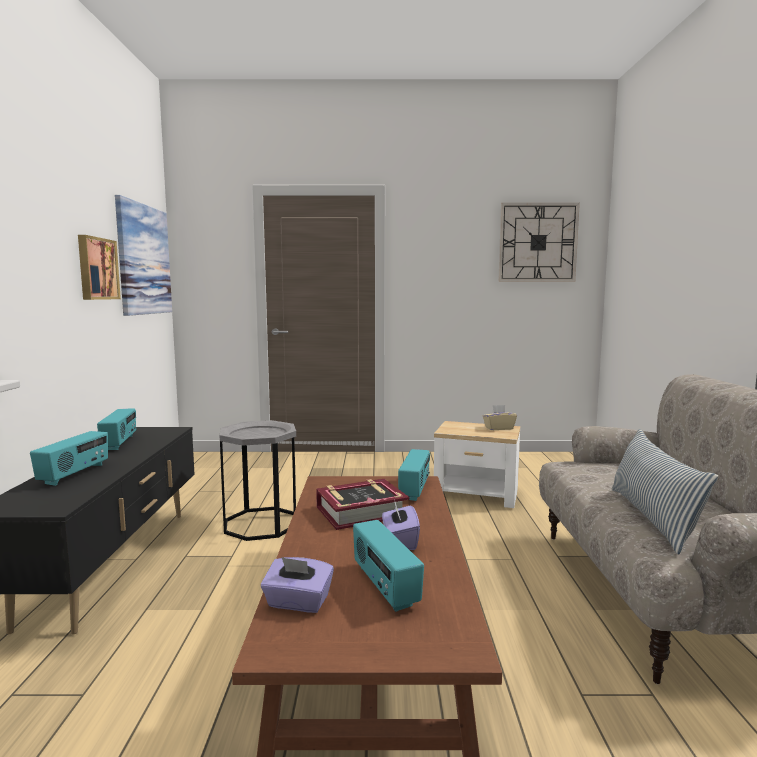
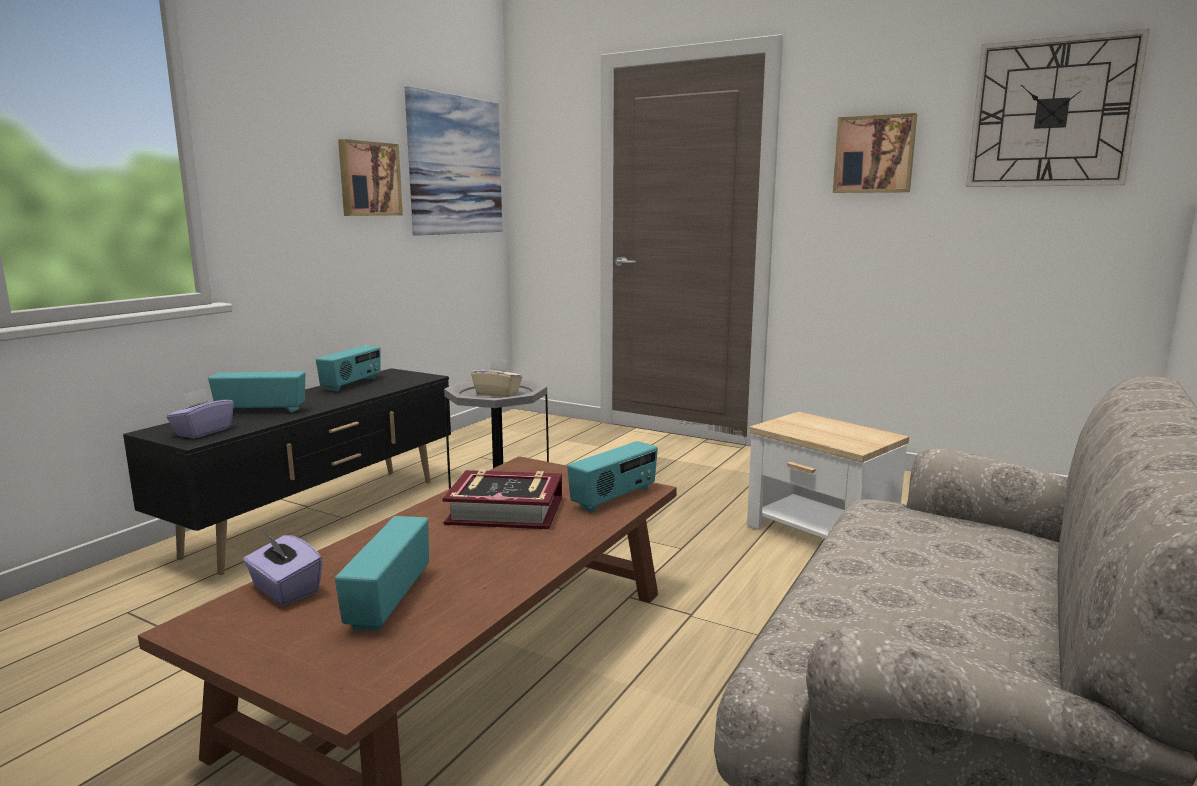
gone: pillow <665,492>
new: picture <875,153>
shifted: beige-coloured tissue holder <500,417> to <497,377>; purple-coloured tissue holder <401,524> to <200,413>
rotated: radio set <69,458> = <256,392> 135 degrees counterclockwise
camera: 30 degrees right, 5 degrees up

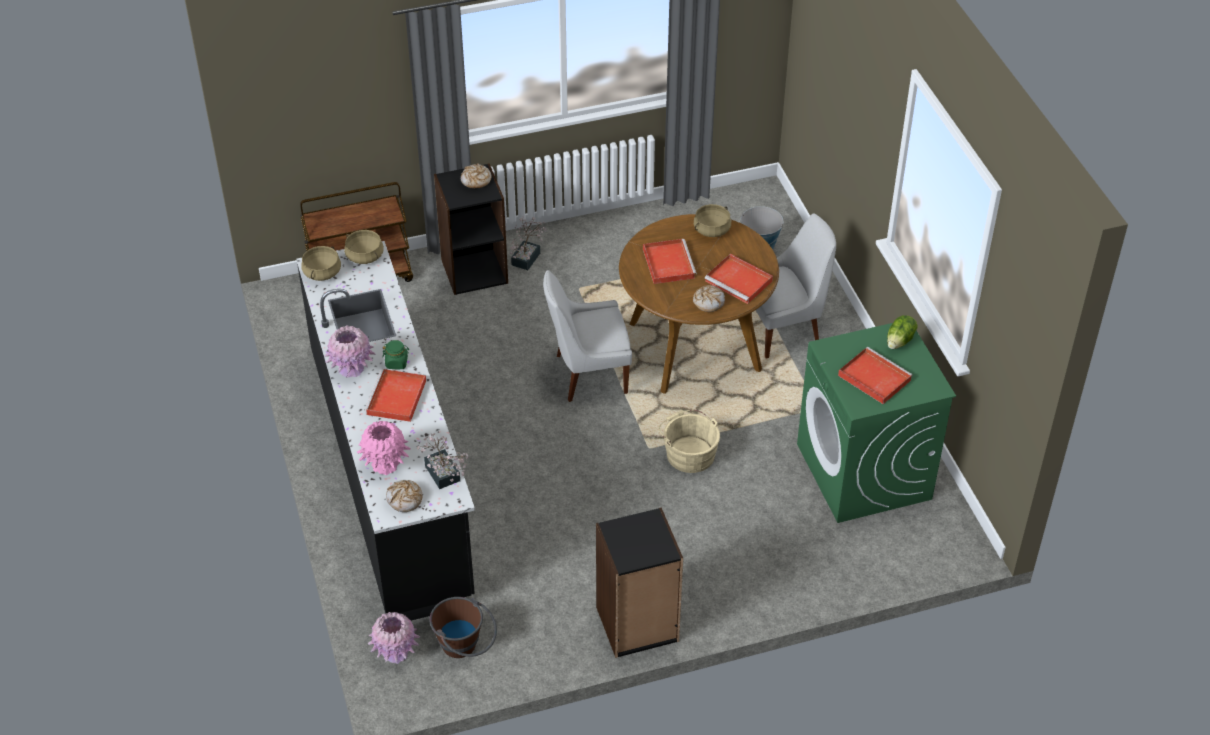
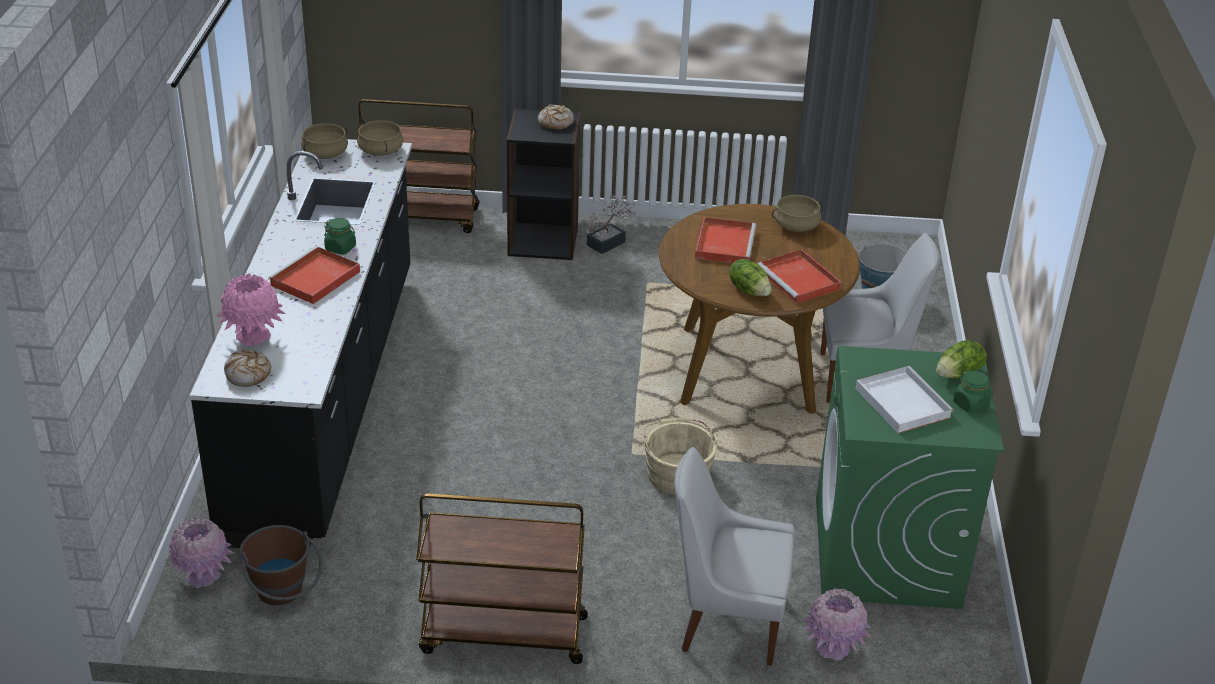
gone: plant in a pot <443,461>
new: green-coloured preserve jar <972,391>
shifted: white upright chair <587,336> to <734,556>; pinkish decorative vase <349,351> to <836,625>
swapped: baked bread <709,298> to lettuce <750,277>; black bookcase <639,582> to brown wheeled cart <502,578>
repainted: red carrying tray <875,375> to white carrying tray <904,399>
camera: 20 degrees right, 10 degrees down

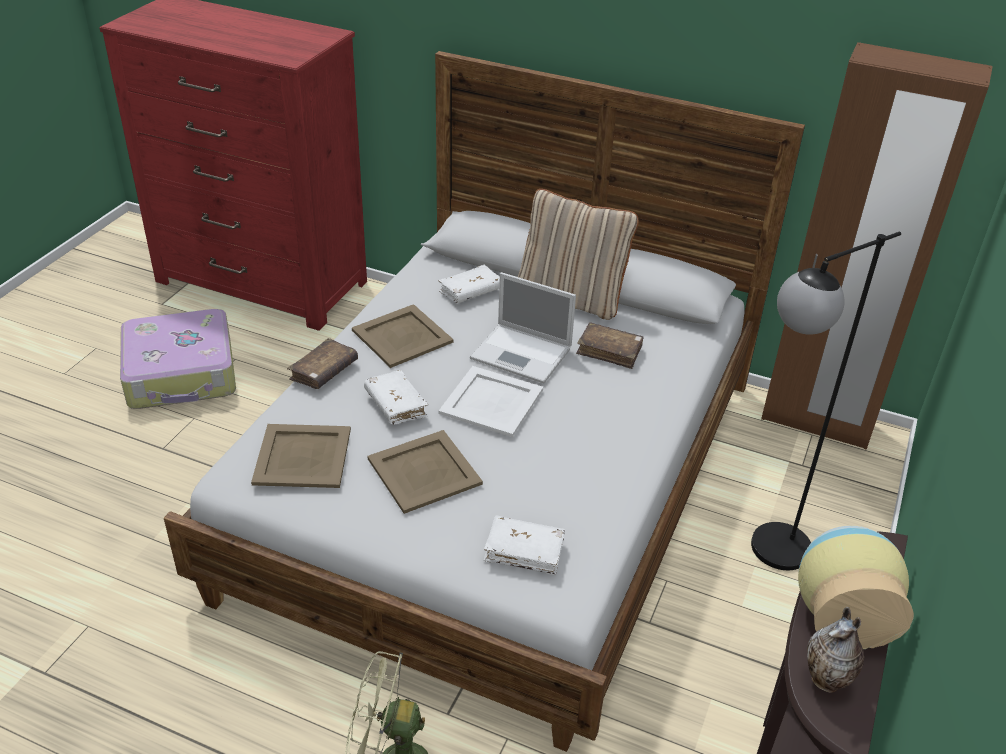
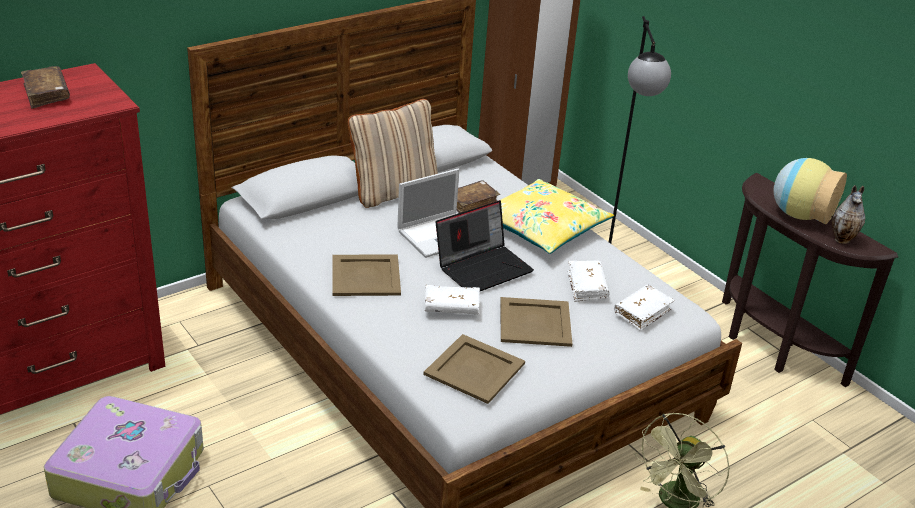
new: yellow pillow <557,216>
shifted: white bound book <469,284> to <588,281>; brown bound book <322,363> to <45,87>
swapped: white carrying tray <491,401> to laptop <485,245>
camera: 60 degrees left, 5 degrees down

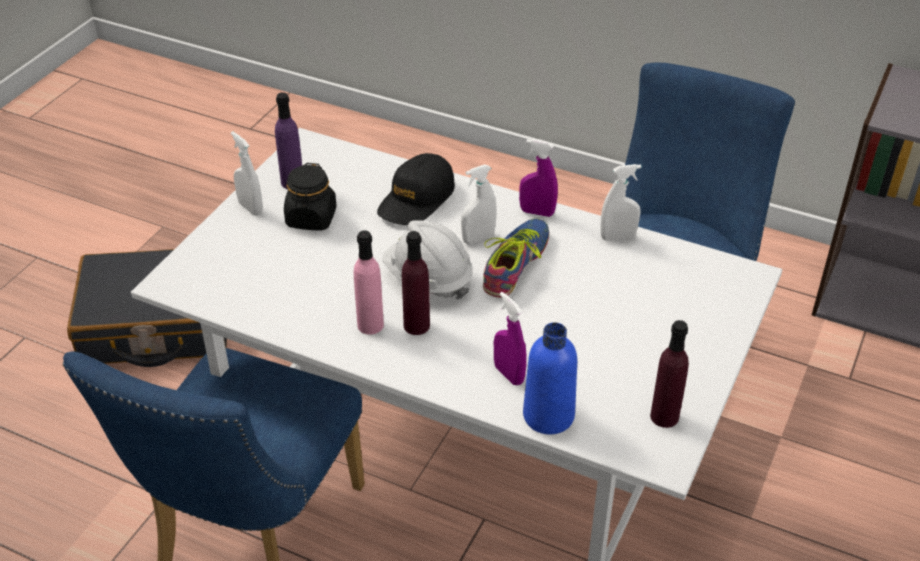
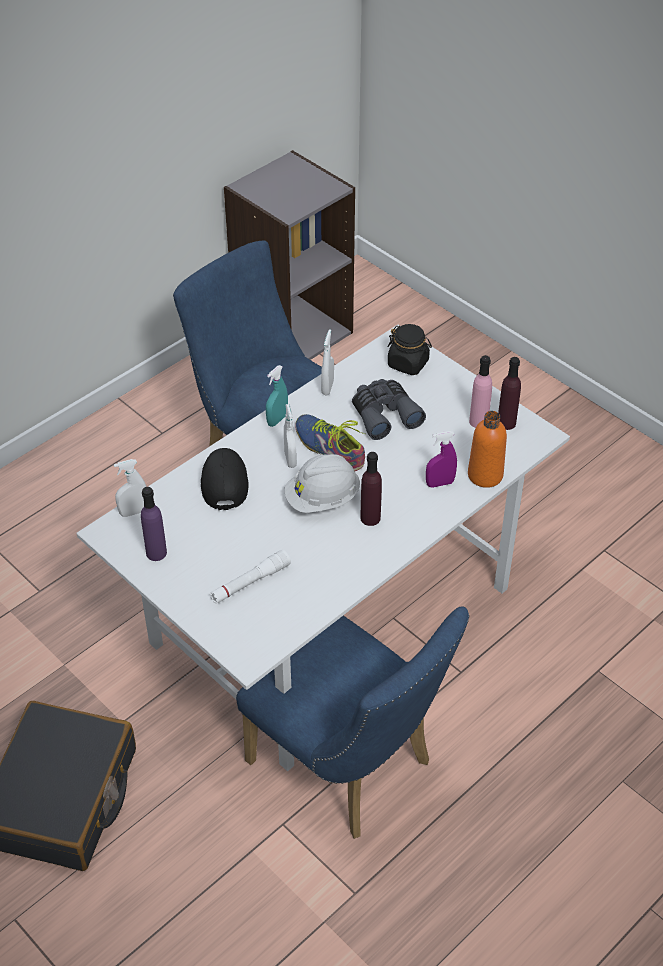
new: gray field glasses <389,409>; white hand torch <250,577>
shifted: white spray bottle <247,173> to <130,488>; black preserve jar <310,196> to <409,349>; pinkish drink bottle <369,283> to <480,391>
repainted: purple-coloured spray bottle <538,178> to turquoise-coloured spray bottle <277,396>; blue-coloured drink bottle <550,378> to orange-coloured drink bottle <487,449>
rotated: black baseball cap <416,189> = <225,479> 150 degrees counterclockwise
camera: 70 degrees left, 5 degrees up

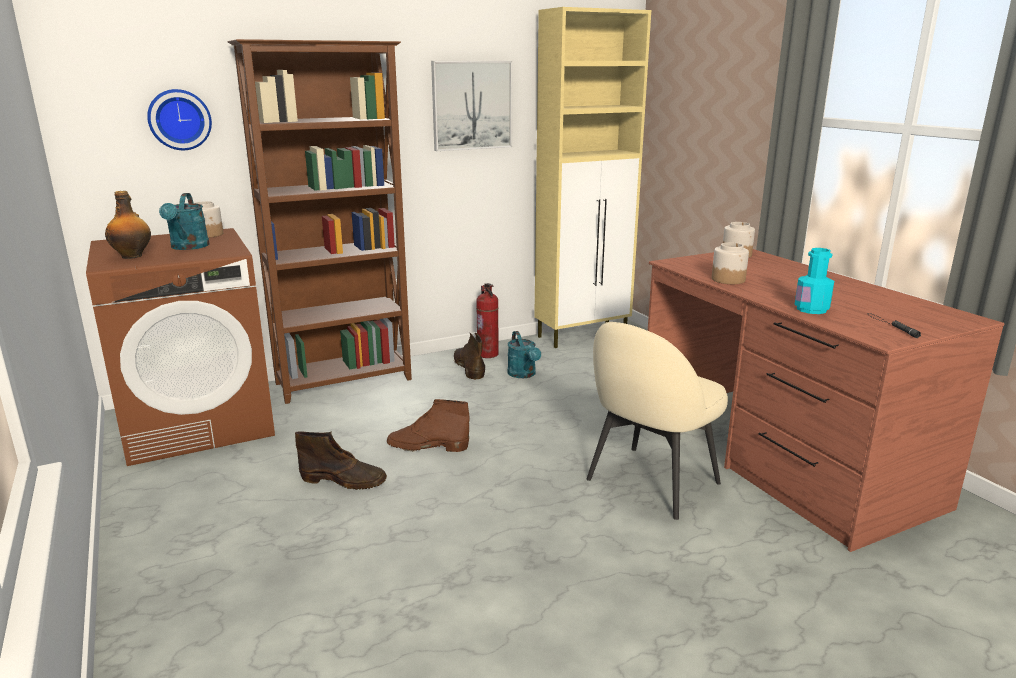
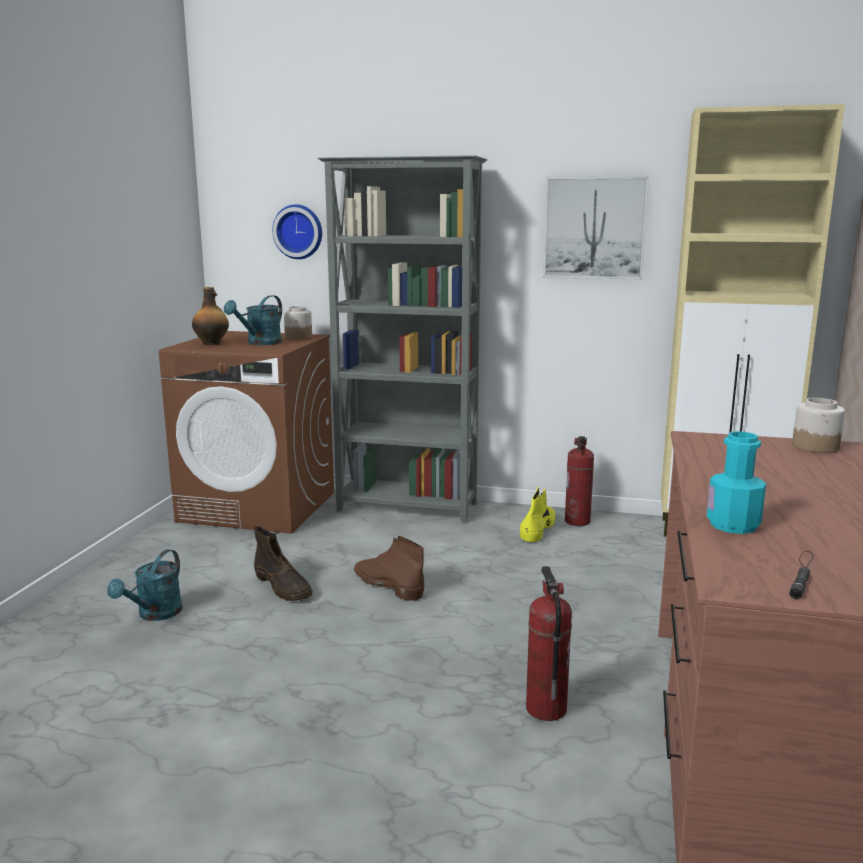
gone: preserve jar <730,263>
shifted: turquoise-coloured watering pot <524,354> to <145,585>
swapped: beige-coloured upright chair <657,421> to fire extinguisher <549,643>
repainted: brown bookcase <320,221> to gray bookcase <402,339>; brown boot <469,356> to yellow boot <537,514>
camera: 40 degrees right, 5 degrees down

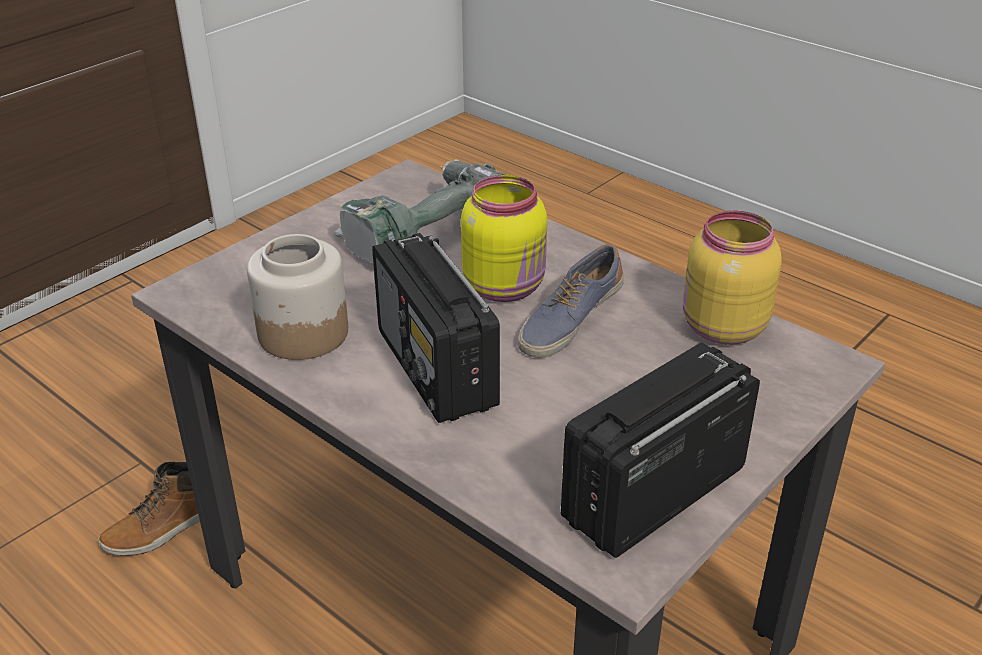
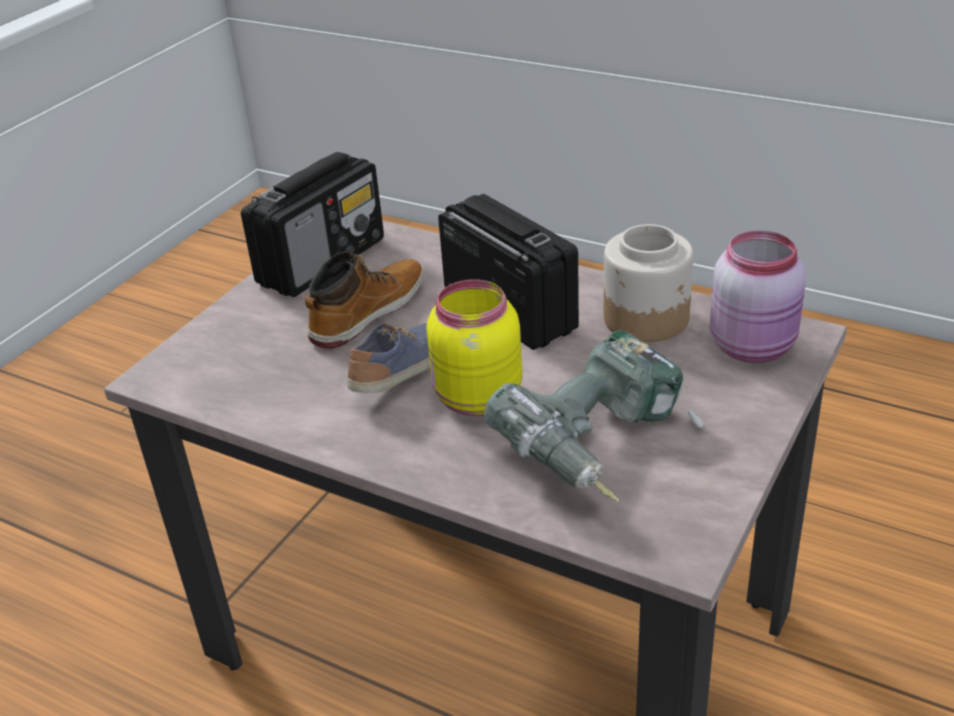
gone: yellow preserve jar <732,277>
new: pinkish preserve jar <758,296>
shifted: boot <149,509> to <364,300>
camera: 170 degrees right, 0 degrees up

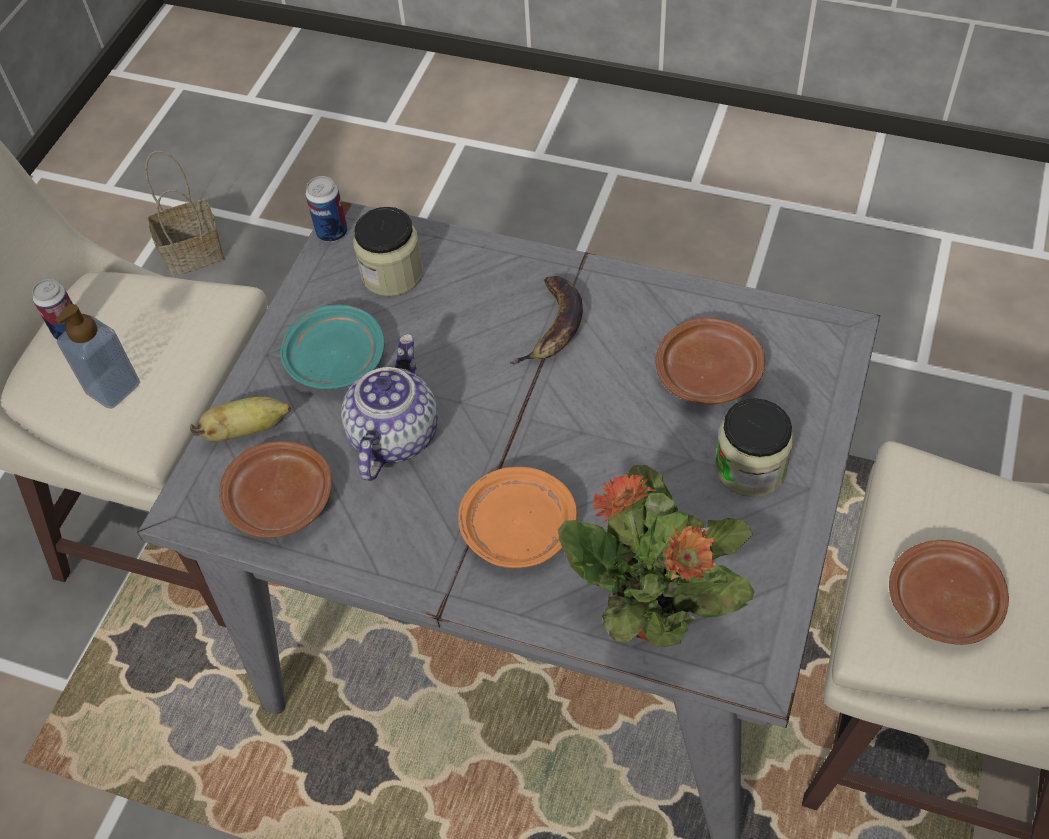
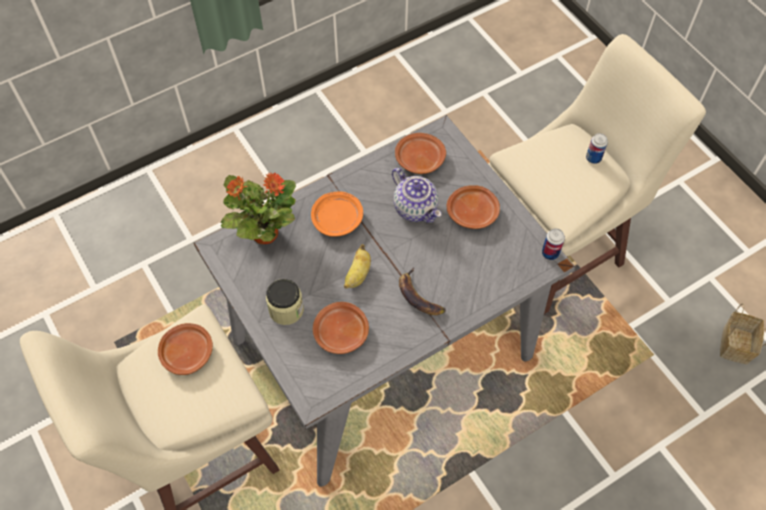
gone: preserve jar <388,251>; soap bottle <97,356>
shifted: whole banana <240,419> to <357,266>
repainted: turquoise-coloured dinner plate <332,347> to brown dinner plate <473,207>
camera: 125 degrees right, 5 degrees up

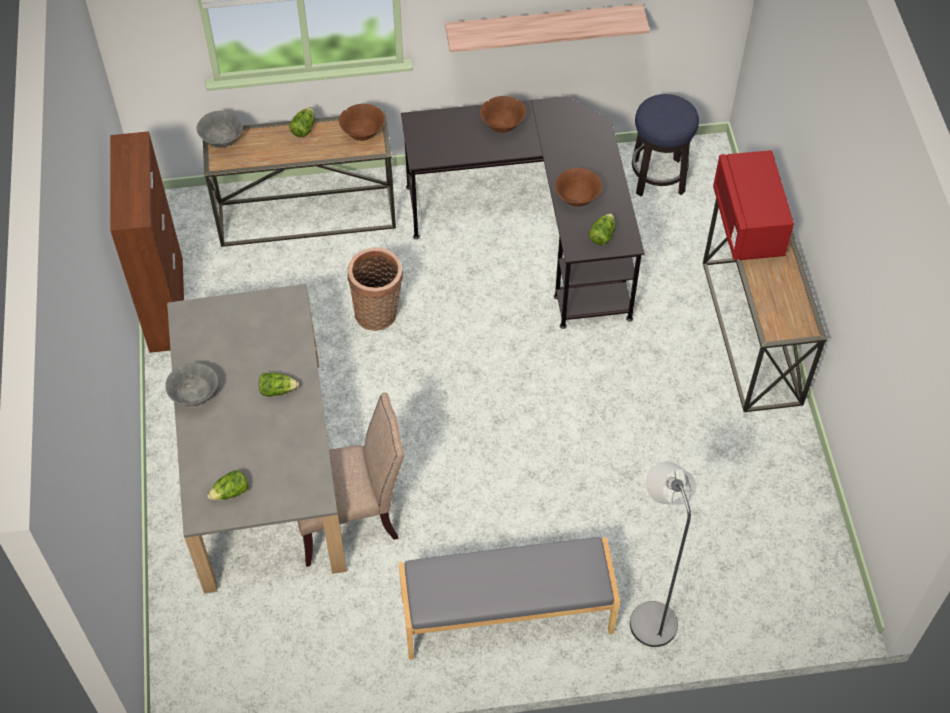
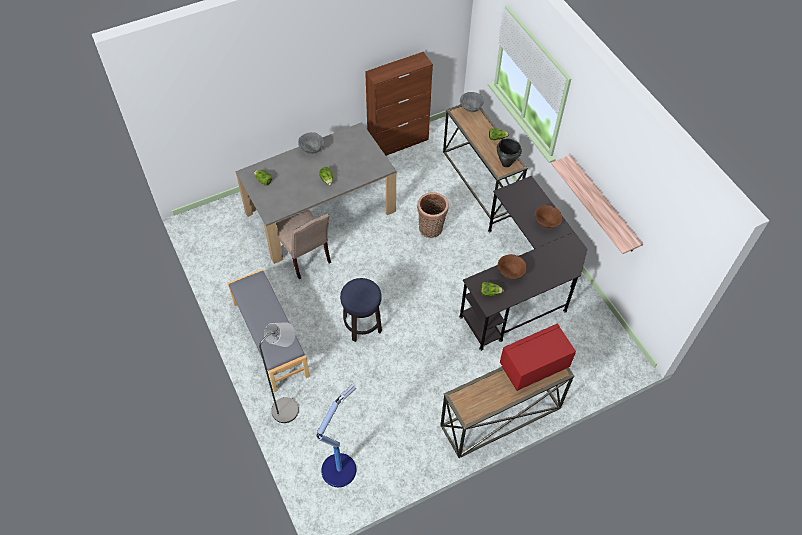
new: standing lamp <337,435>
shifted: sitting stool <665,145> to <361,310>
swapped: brown deep dish <362,122> to black stockpot <509,152>
camera: 70 degrees right, 0 degrees up

